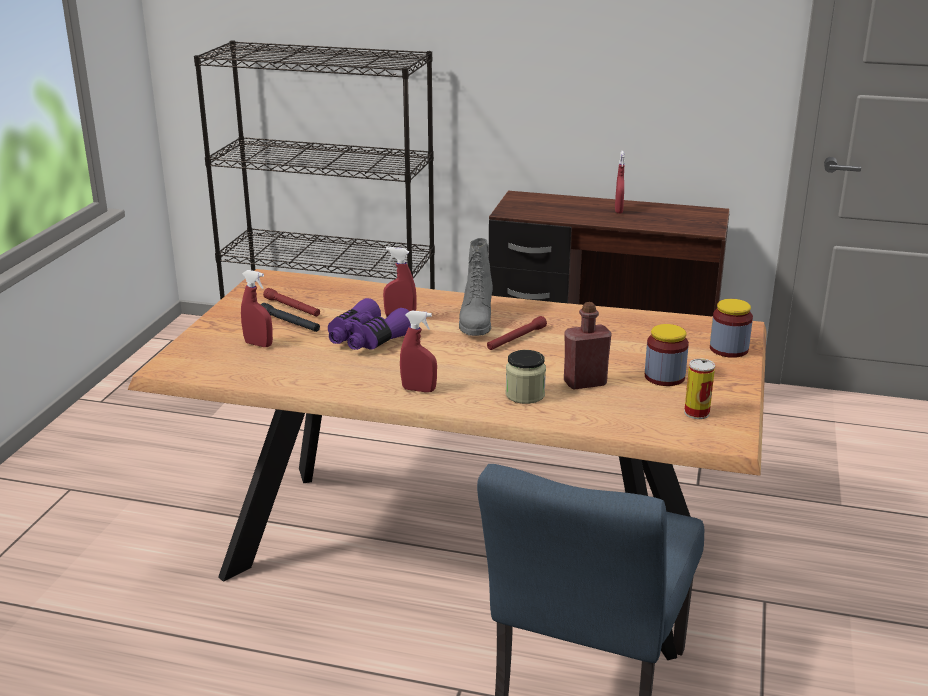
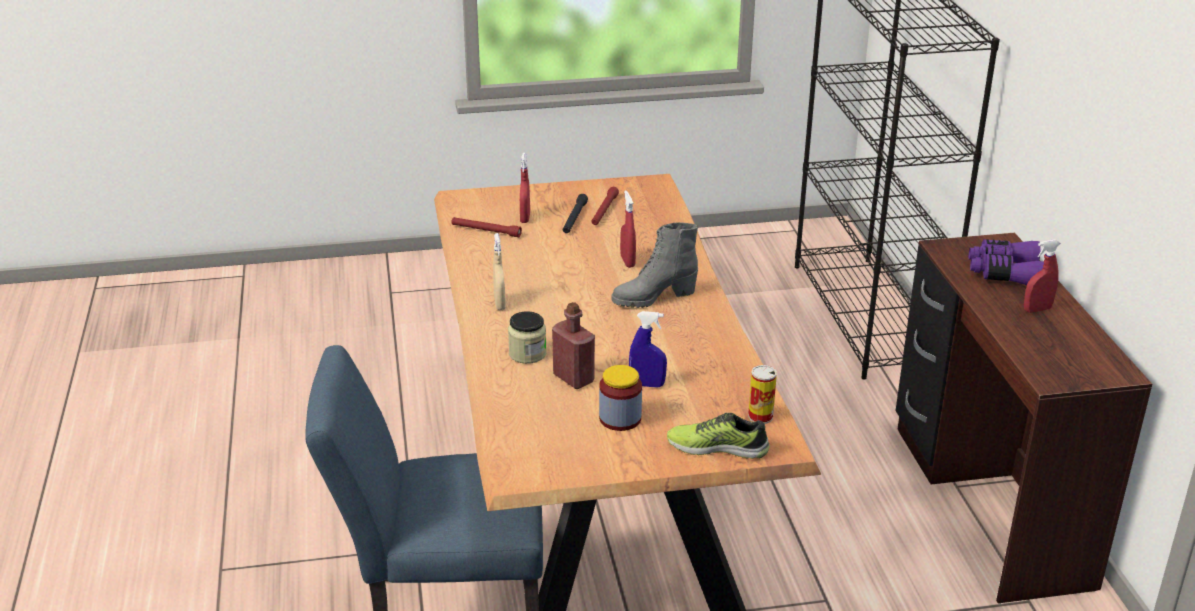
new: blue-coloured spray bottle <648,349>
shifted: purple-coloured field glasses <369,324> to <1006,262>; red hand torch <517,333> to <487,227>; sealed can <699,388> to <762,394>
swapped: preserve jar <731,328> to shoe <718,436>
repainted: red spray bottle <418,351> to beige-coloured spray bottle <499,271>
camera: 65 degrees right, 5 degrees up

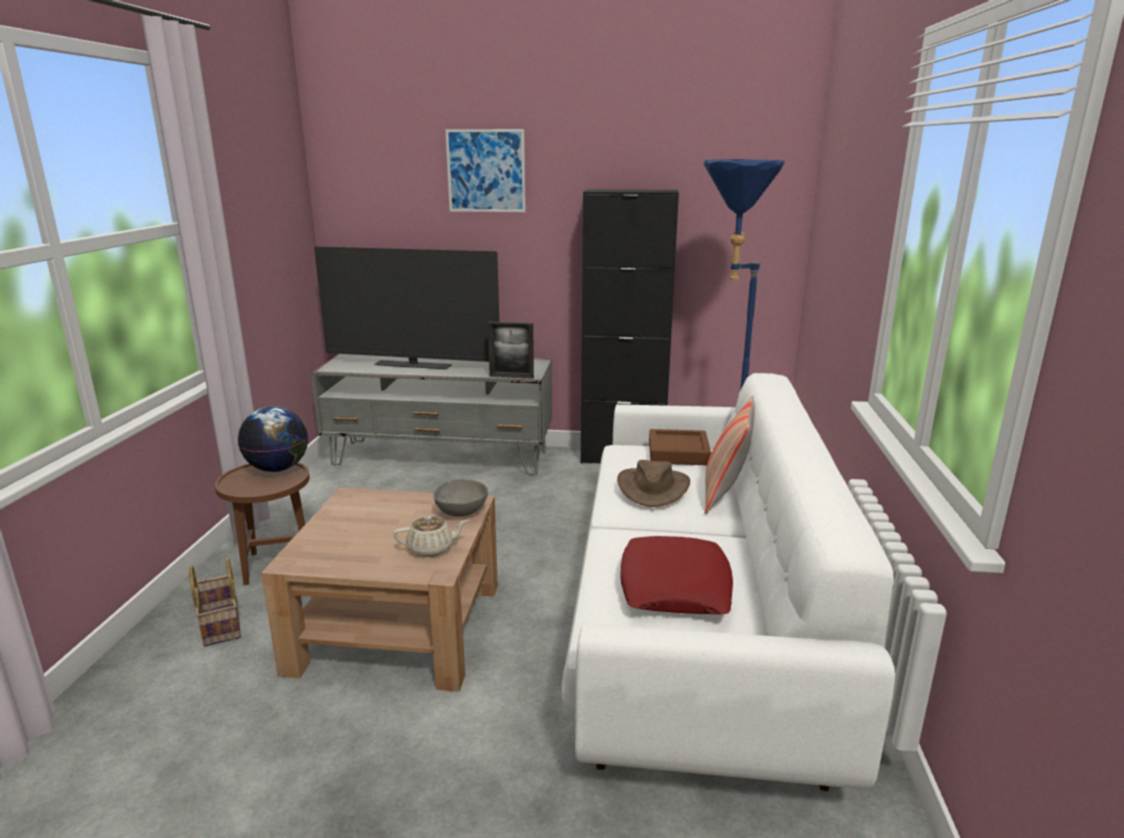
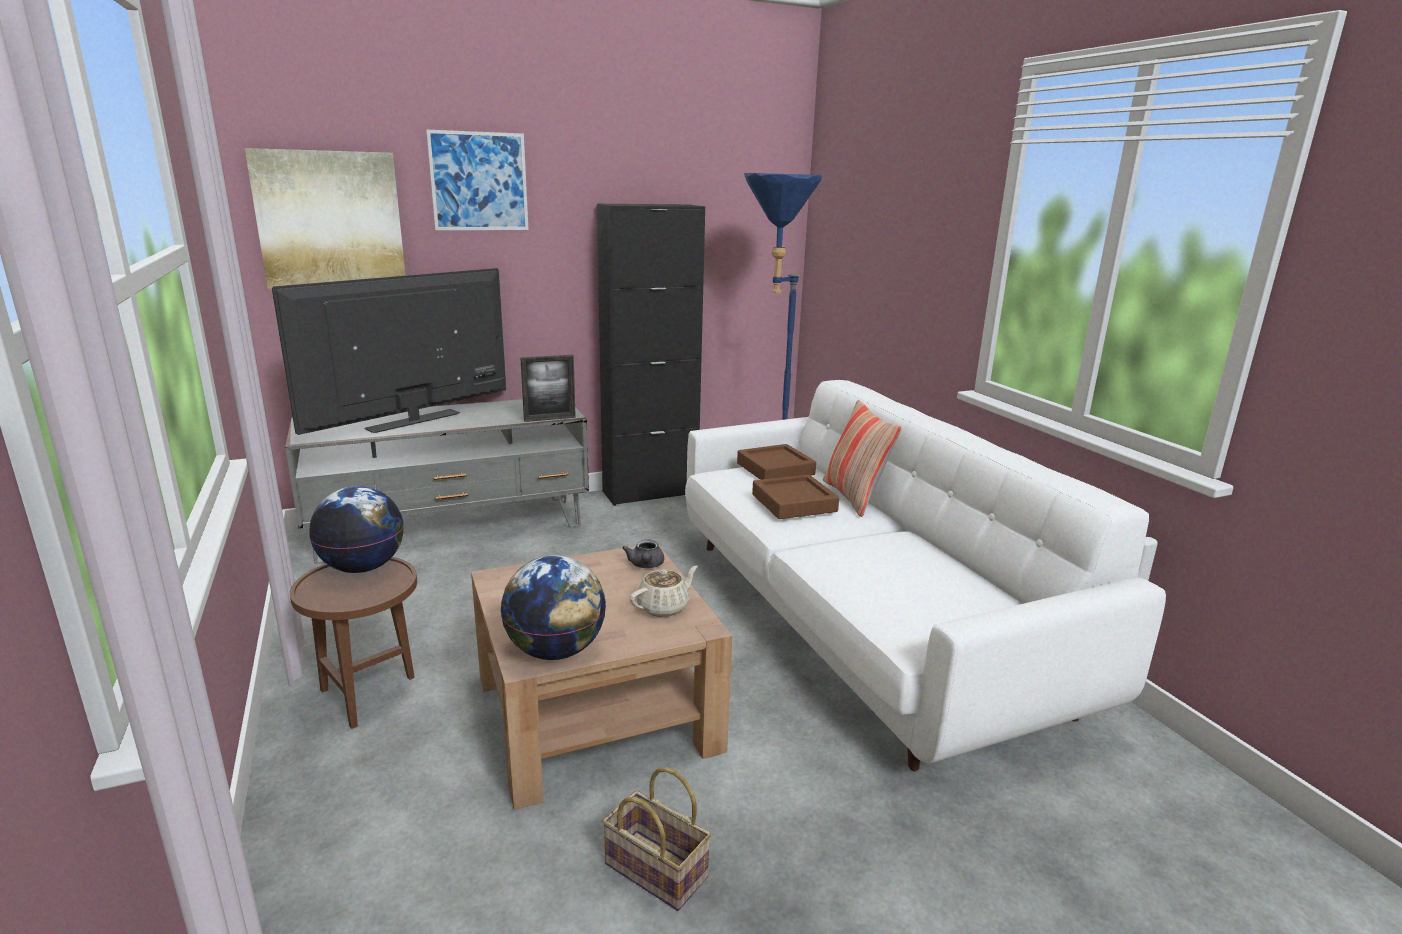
gone: red pillow <676,575>
new: picture <325,218>; desk globe <553,607>
shifted: household basket <215,602> to <656,839>
swapped: brown wearable hat <653,483> to brown carrying tray <795,496>; gray deep dish <460,498> to gray pot for tea <643,553>
rotated: TV set <406,307> = <389,351> 150 degrees clockwise
camera: 30 degrees left, 0 degrees up

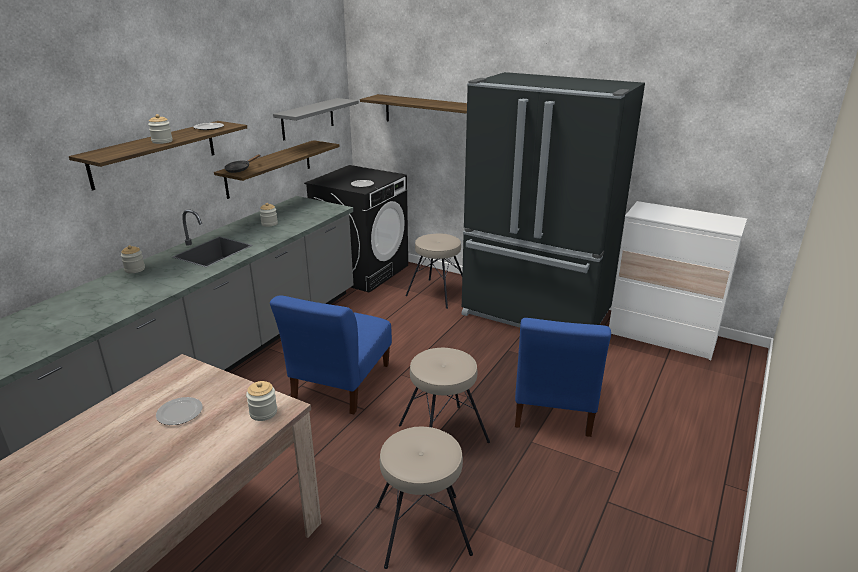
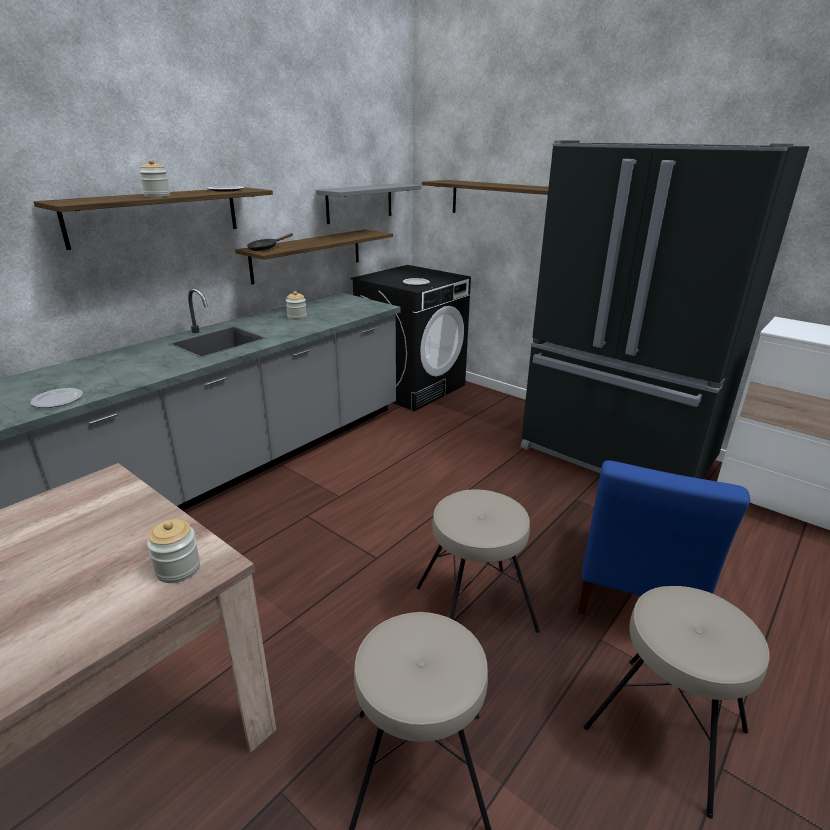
gone: preserve jar <133,259>; blue-coloured upright chair <331,354>
shifted: beige-coloured sitting stool <433,271> to <677,702>; dinner plate <179,411> to <57,398>
camera: 10 degrees right, 0 degrees up

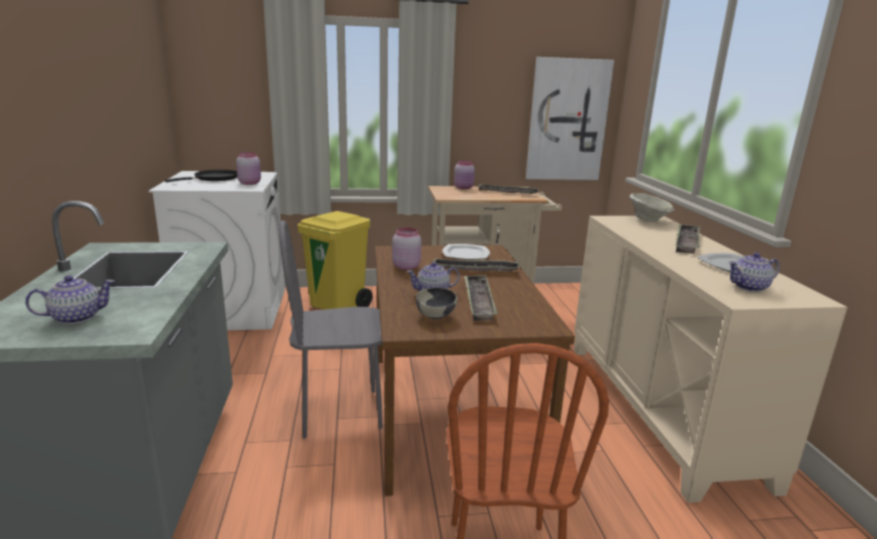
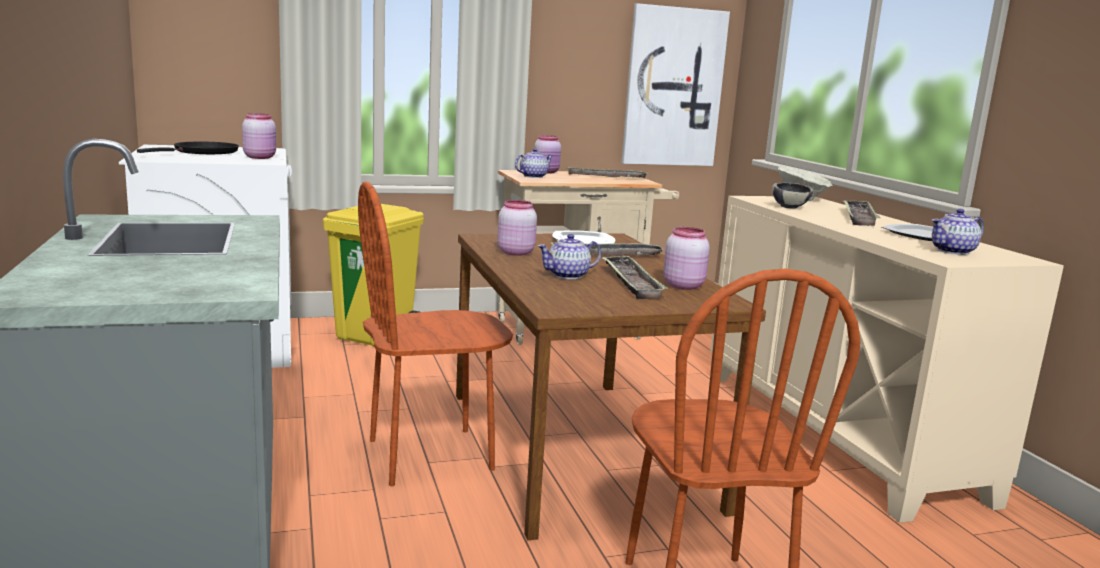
new: pinkish preserve jar <686,258>
shifted: pot for tea <70,299> to <534,163>; deep dish <436,303> to <792,195>
repainted: gray upright chair <331,329> to brown upright chair <435,333>
camera: 10 degrees left, 5 degrees down

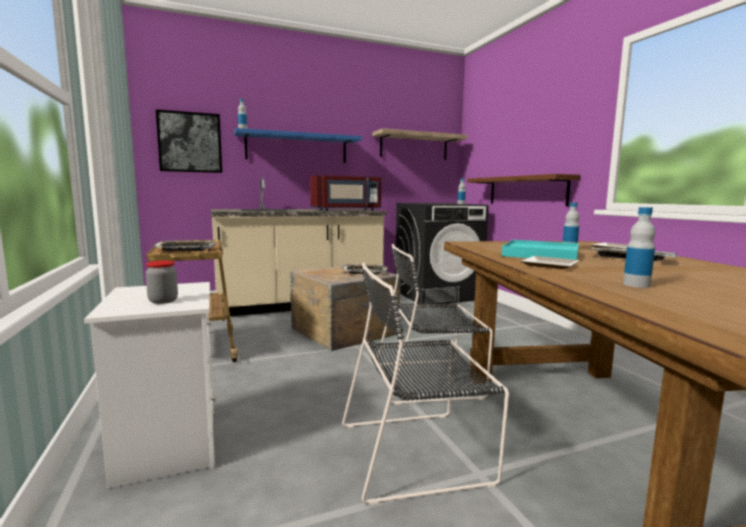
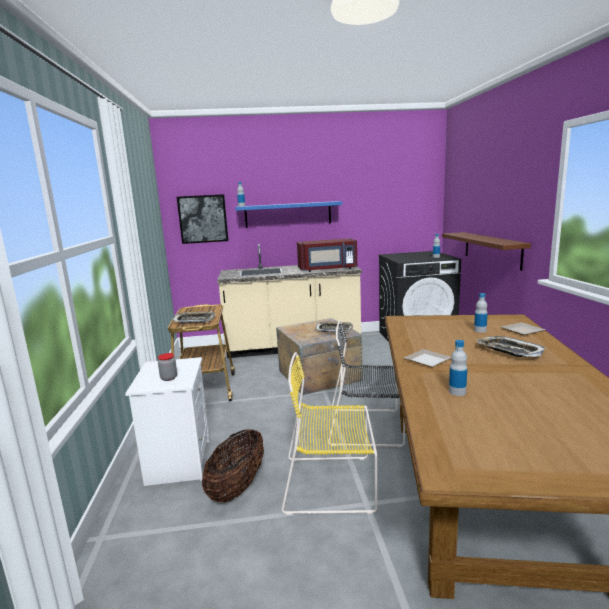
gone: shelf <420,144>; turquoise-coloured carrying tray <540,250>
new: household basket <233,465>
repainted: black upright chair <425,383> to yellow upright chair <329,433>
camera: 15 degrees right, 5 degrees up

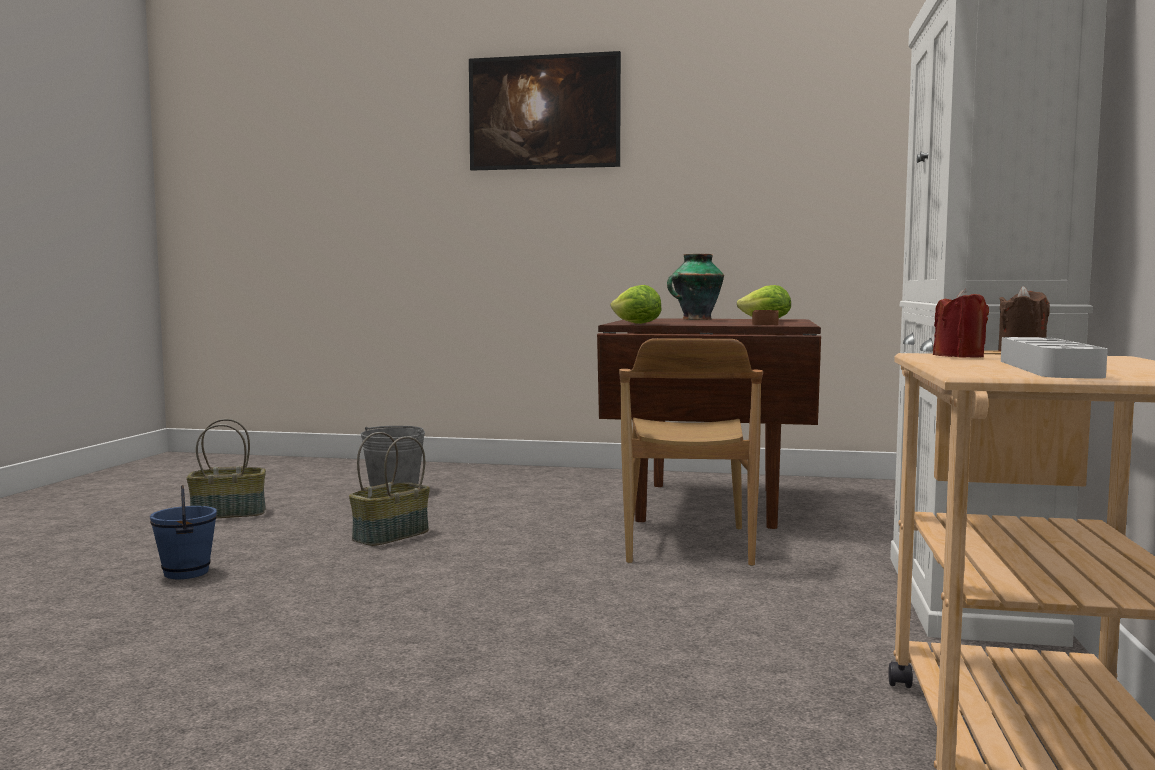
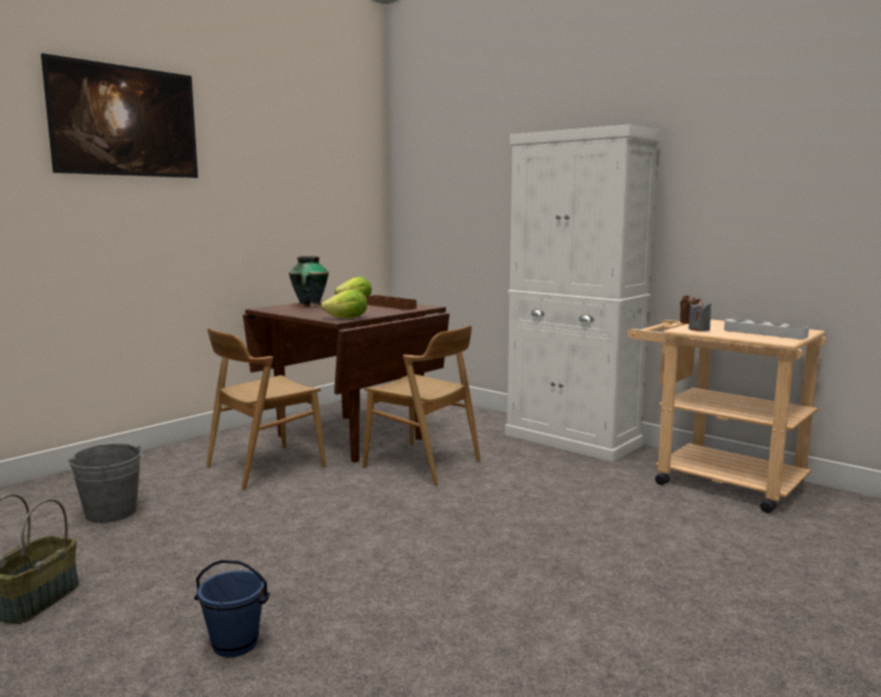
gone: household basket <389,489>
new: brown upright chair <266,409>
repainted: red wax light <961,323> to gray wax light <700,315>
camera: 60 degrees left, 5 degrees up

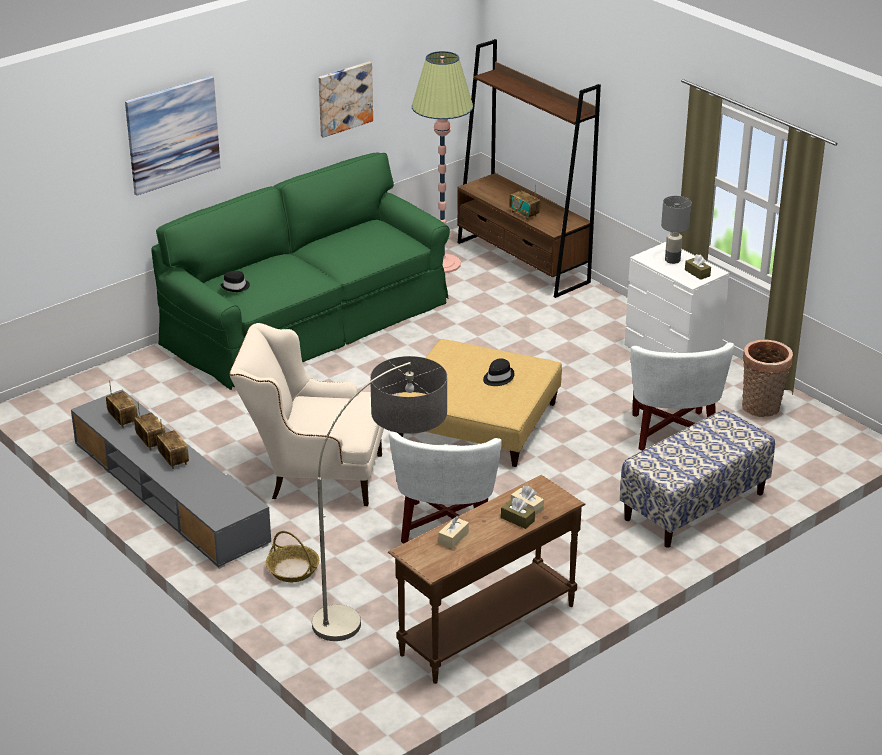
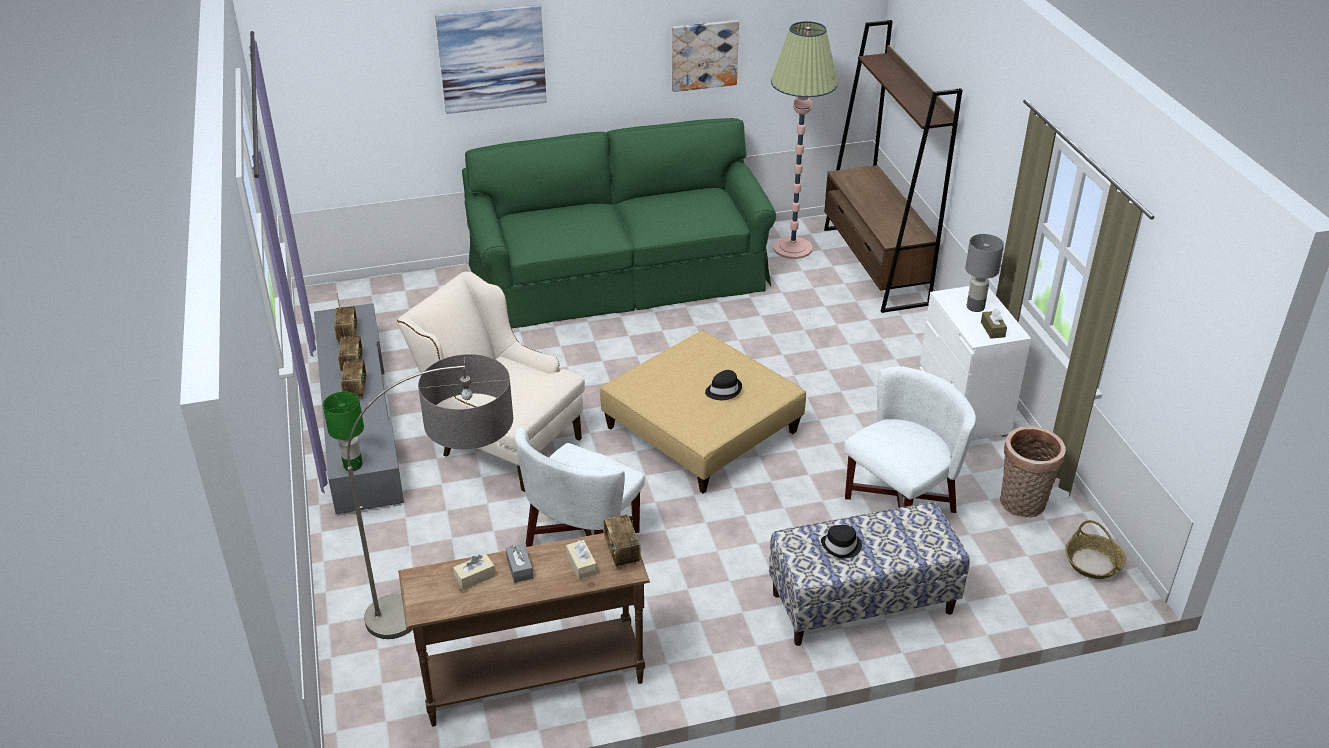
gone: brown tissue holder <518,513>
new: green-coloured lamp for a table <343,431>; gray tissue holder <519,563>
shifted: radio set <524,202> to <622,541>; black wearable hat <235,281> to <841,541>; household basket <292,556> to <1095,549>
rotated: white armchair <682,396> = <910,439> 150 degrees counterclockwise
camera: 25 degrees right, 5 degrees up

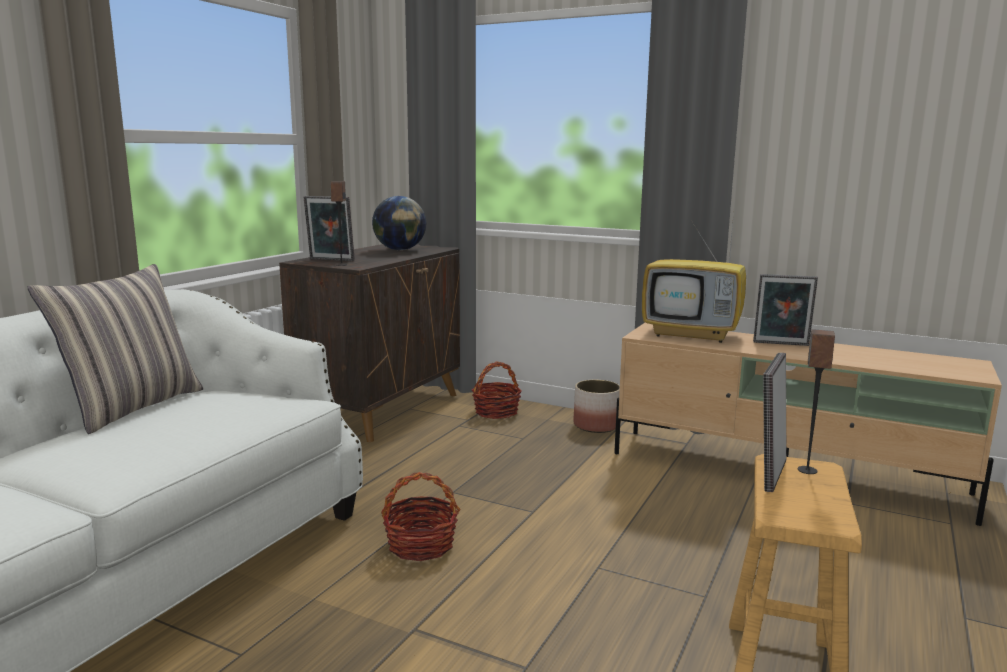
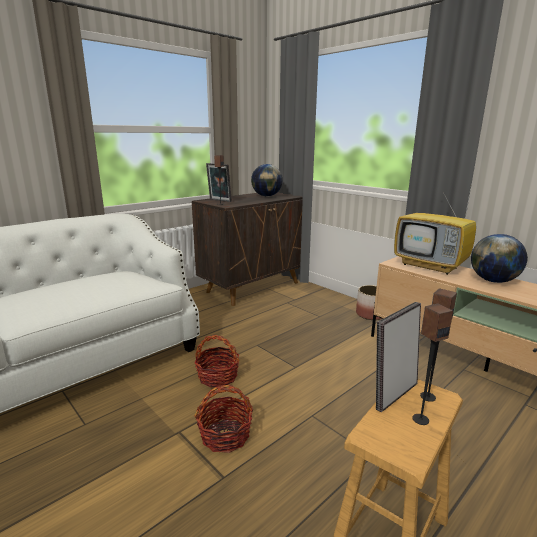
gone: pillow <115,349>
new: speaker <432,364>
shifted: household basket <497,390> to <223,419>
swapped: standing frame <785,310> to desk globe <499,258>
camera: 20 degrees right, 5 degrees up

